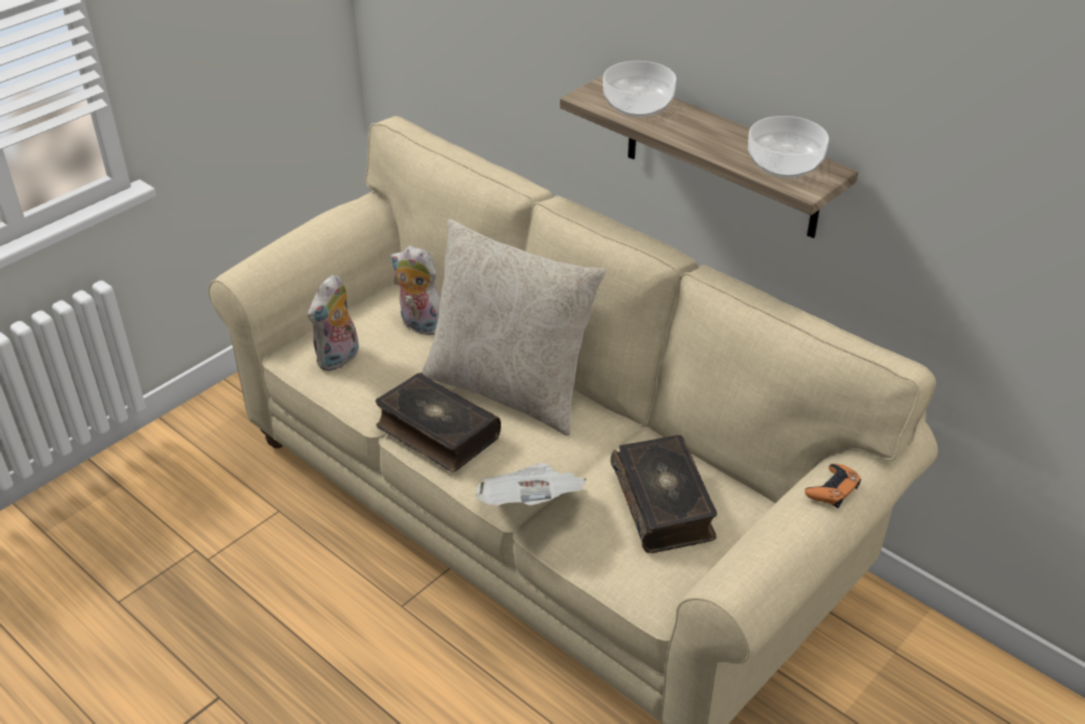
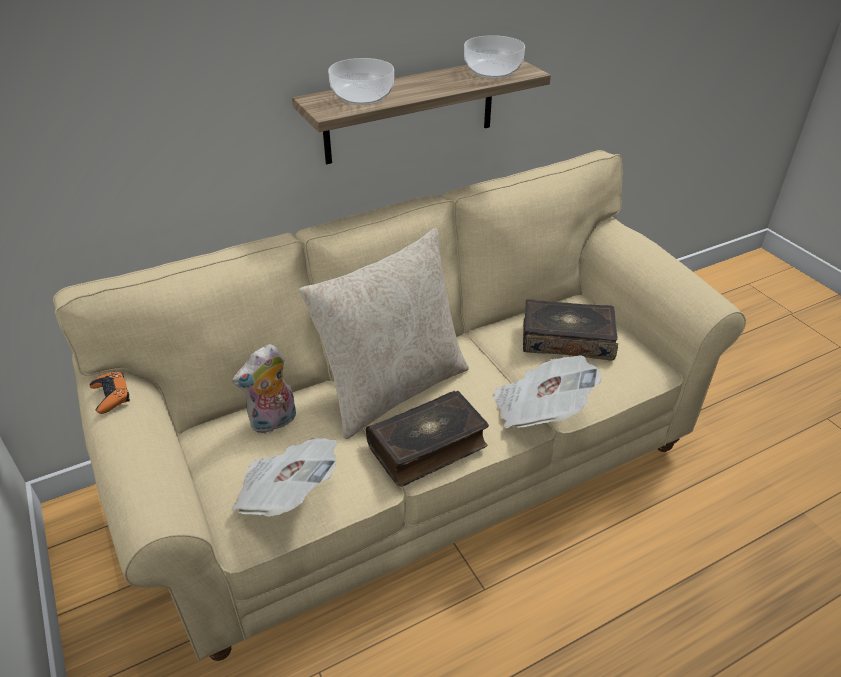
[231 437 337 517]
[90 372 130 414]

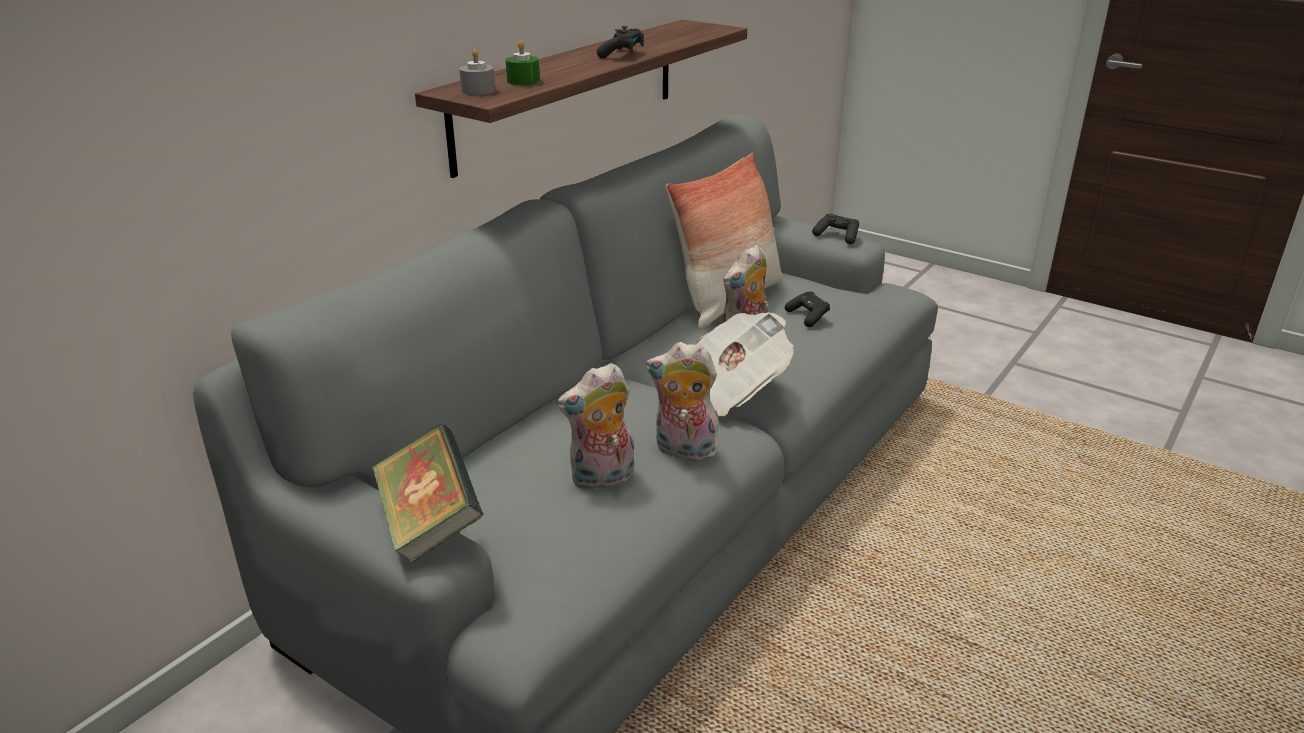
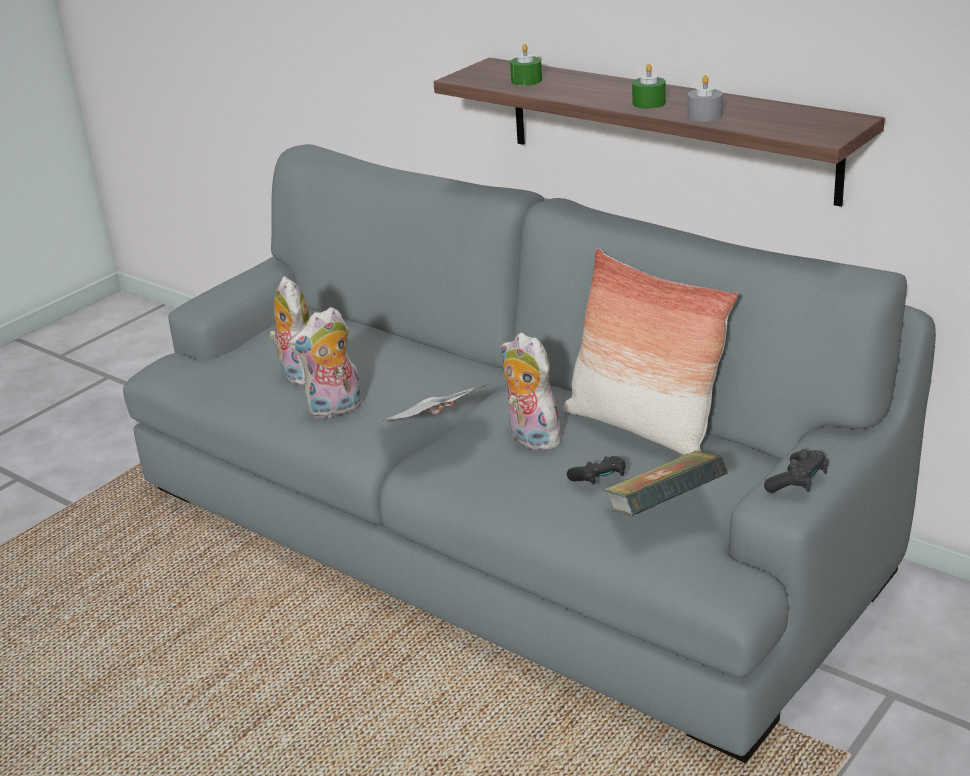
[603 451 728 516]
[688 75 723 122]
[632 64 666 109]
[288 307 362 418]

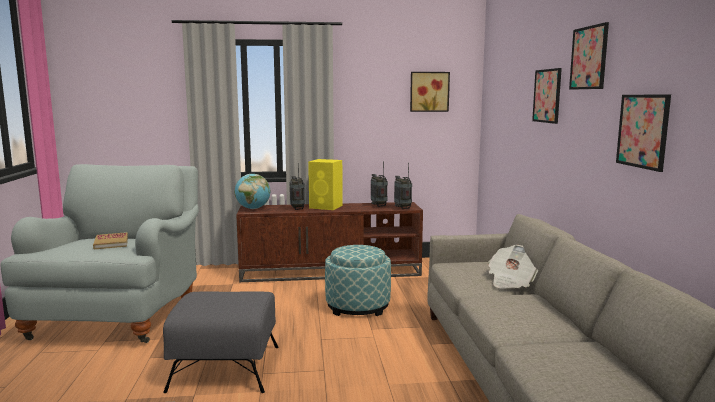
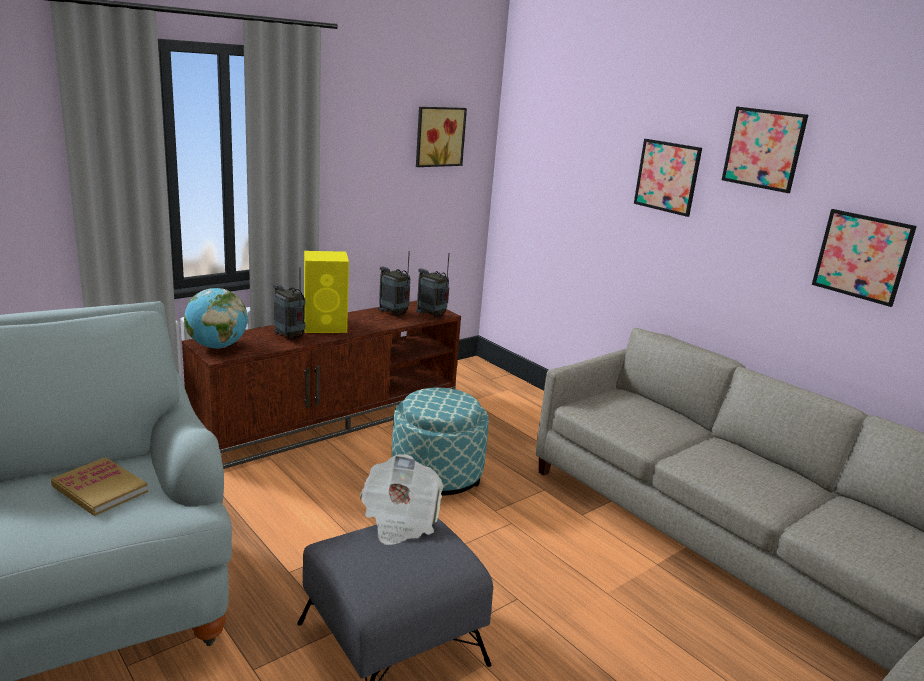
[360 454 443 545]

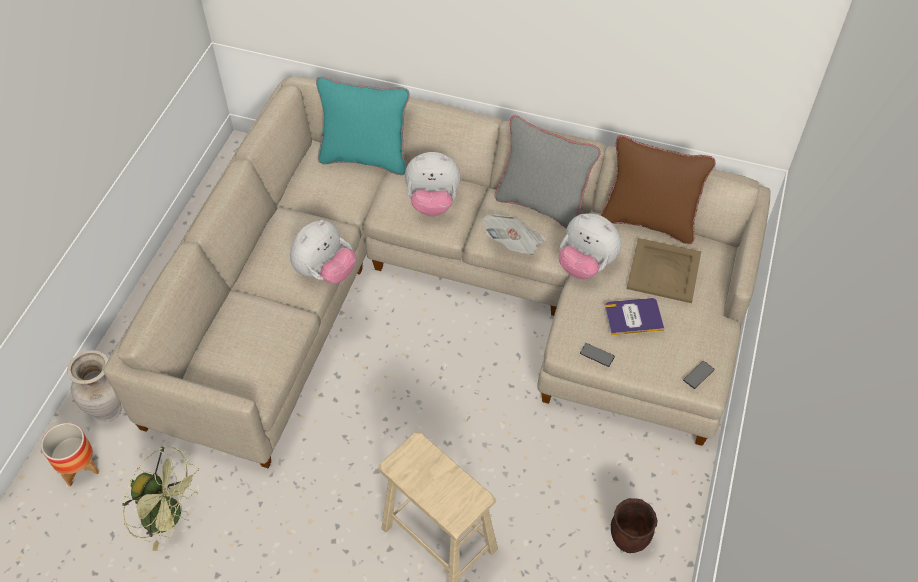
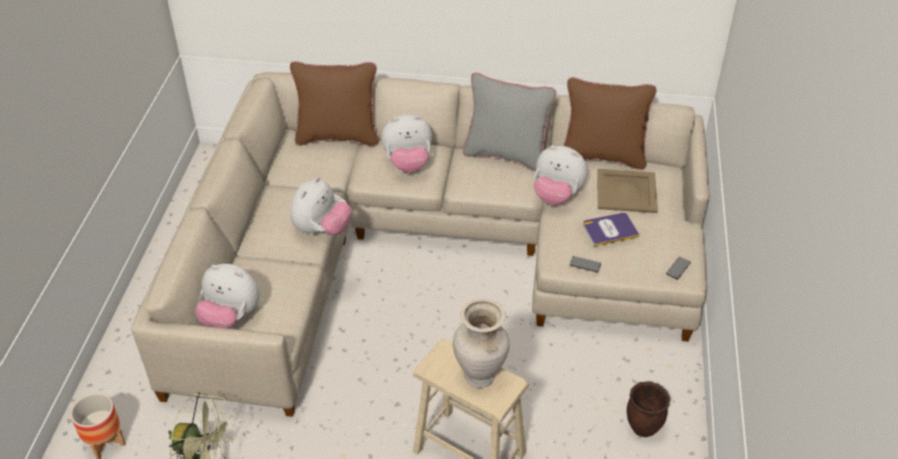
[453 299 510 388]
[290 61 379 146]
[482 214 547 255] (first image)
[195 264 260 328]

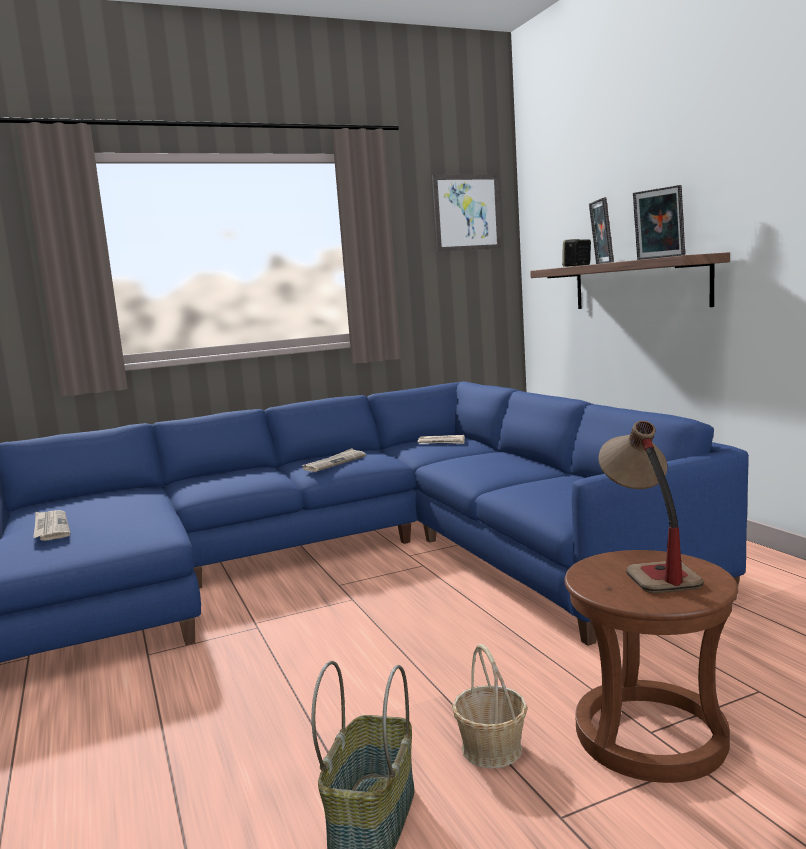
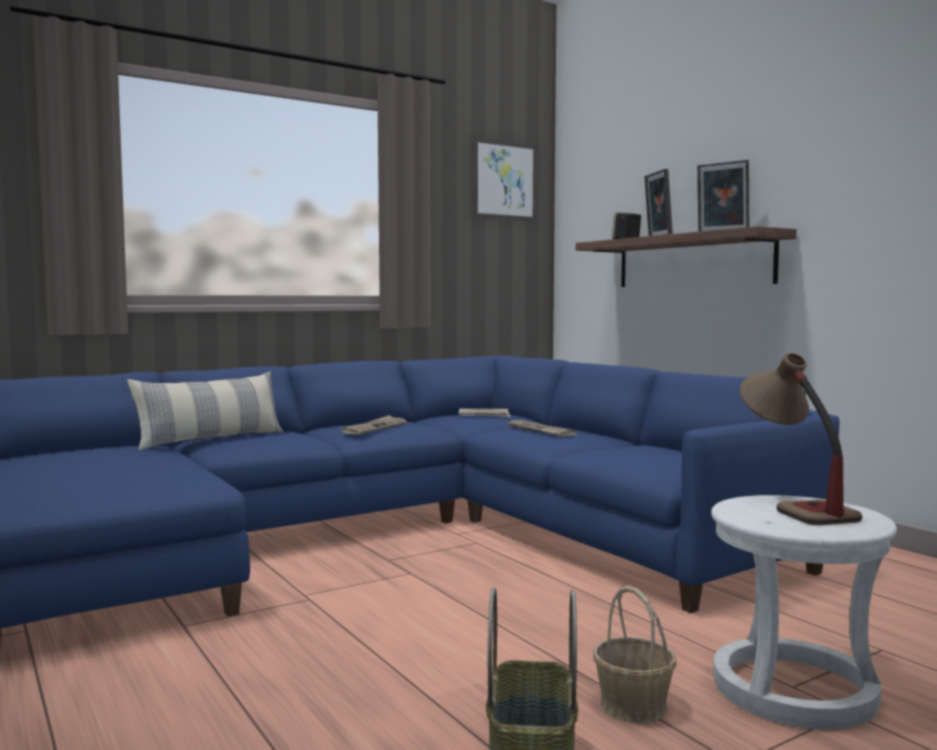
[505 419 577 436]
[711 495 897 730]
[127 372 283 451]

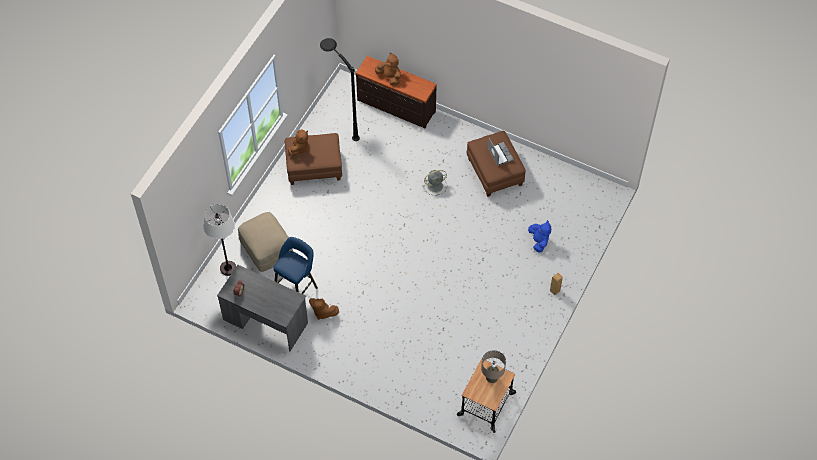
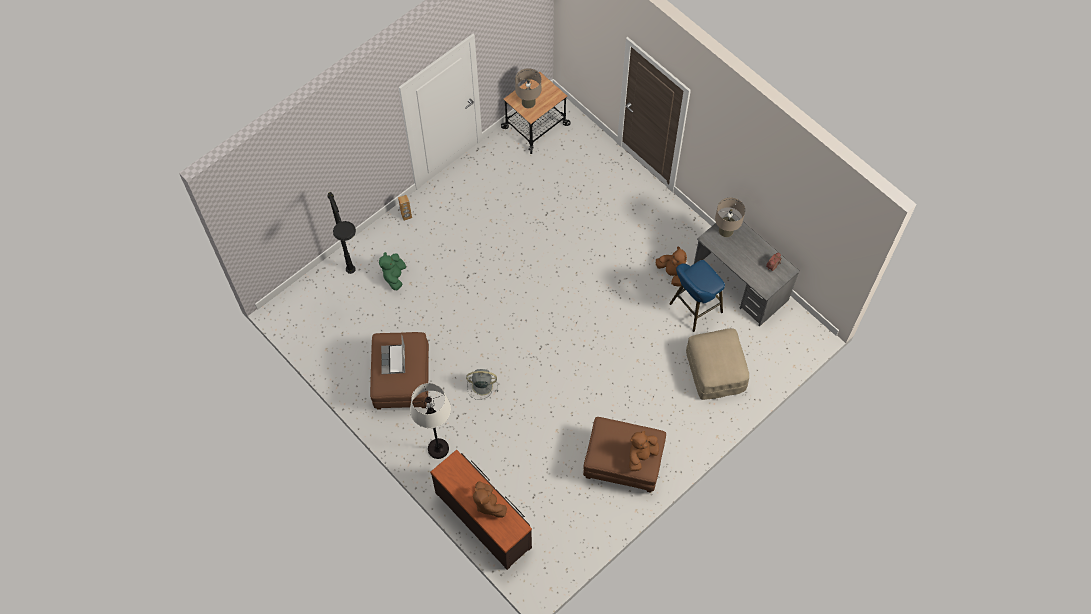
[410 383 451 459]
[328 192 356 274]
[379 252 406 290]
[715 198 745 237]

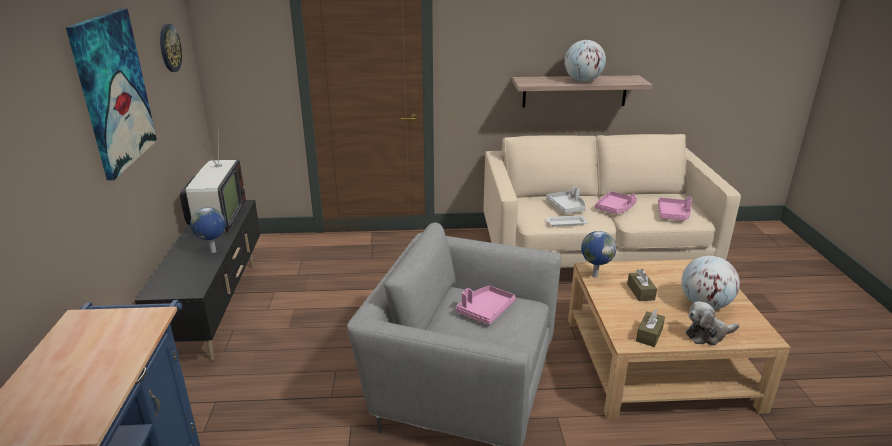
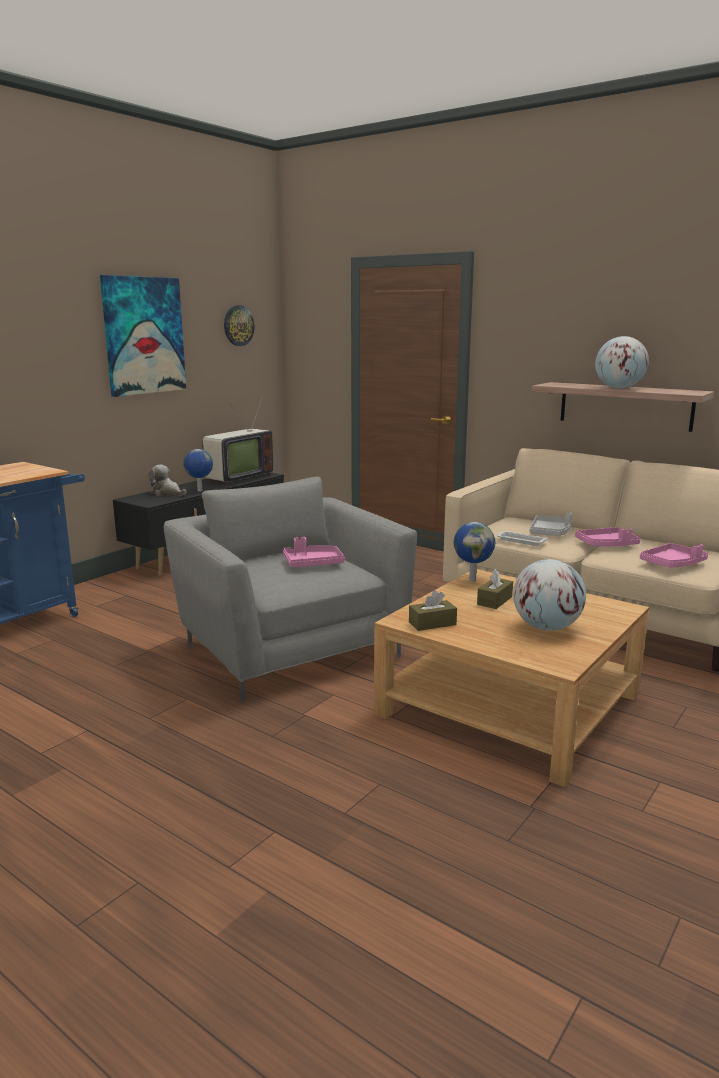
[148 465 187 496]

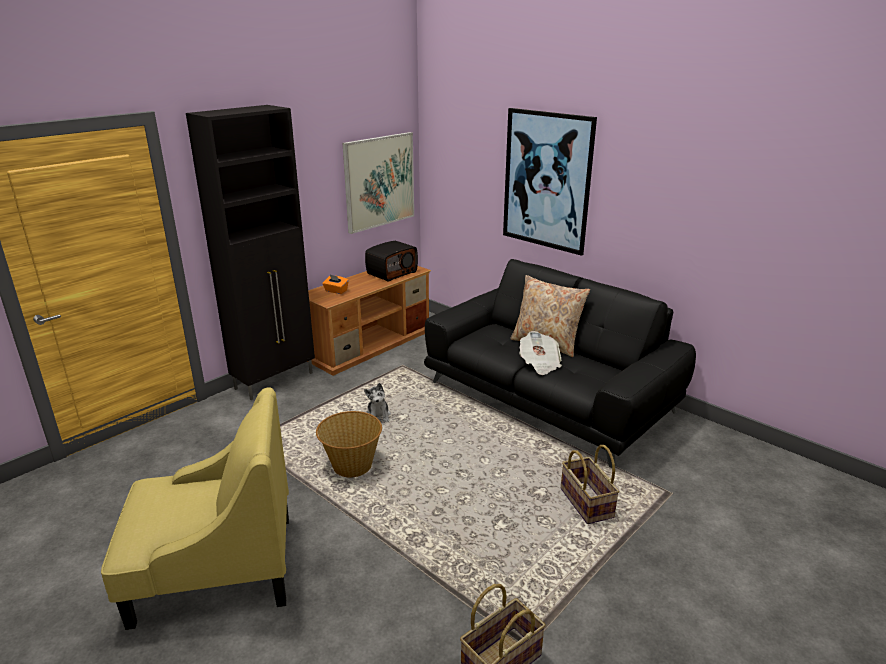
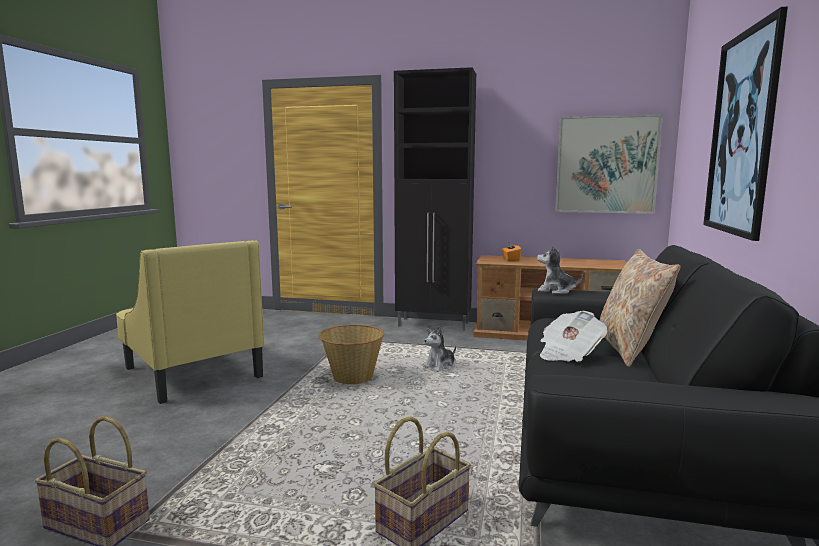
[365 241 418 282] (first image)
[537 245 583 294]

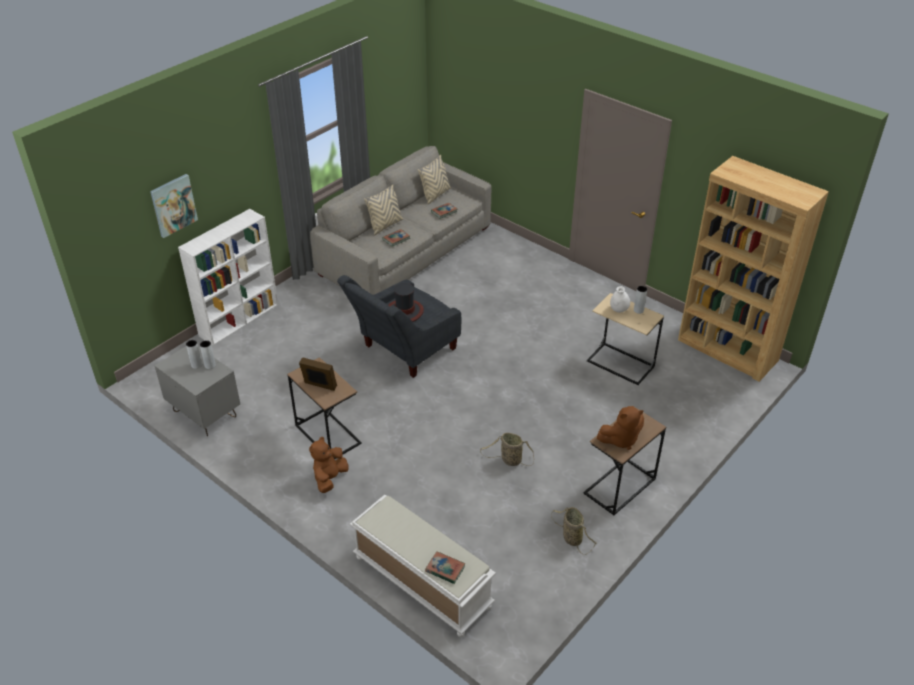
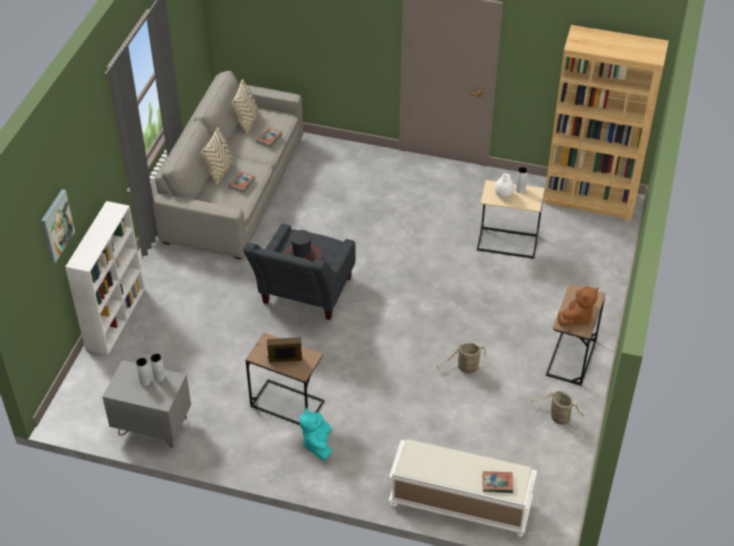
[300 408 332 460]

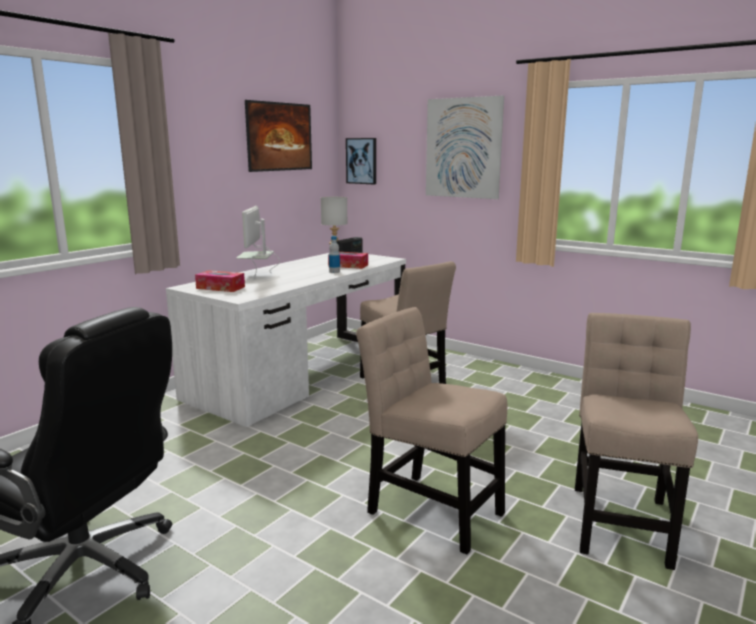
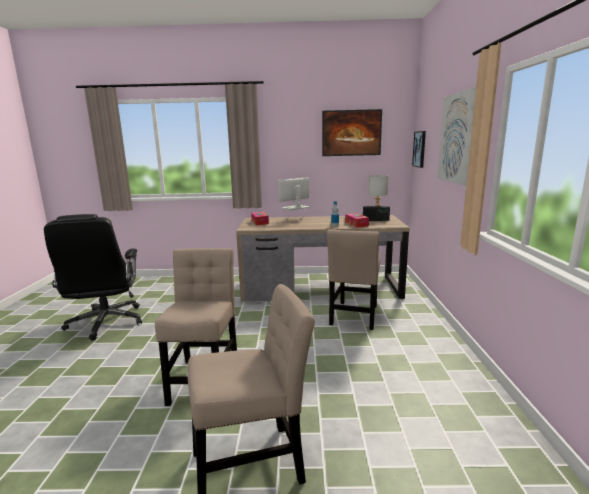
[236 215 410 302]

